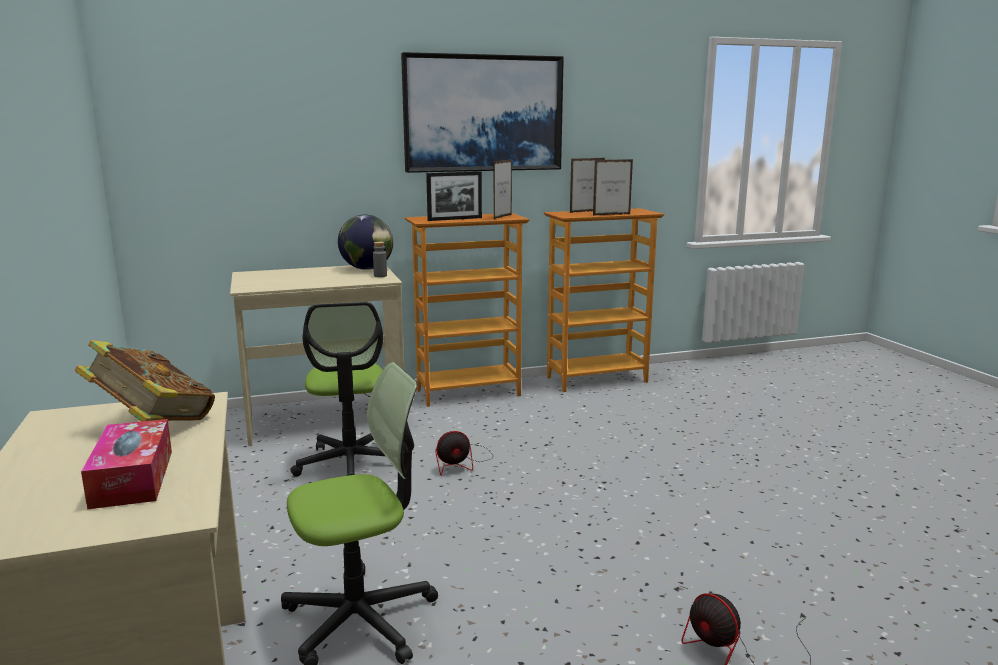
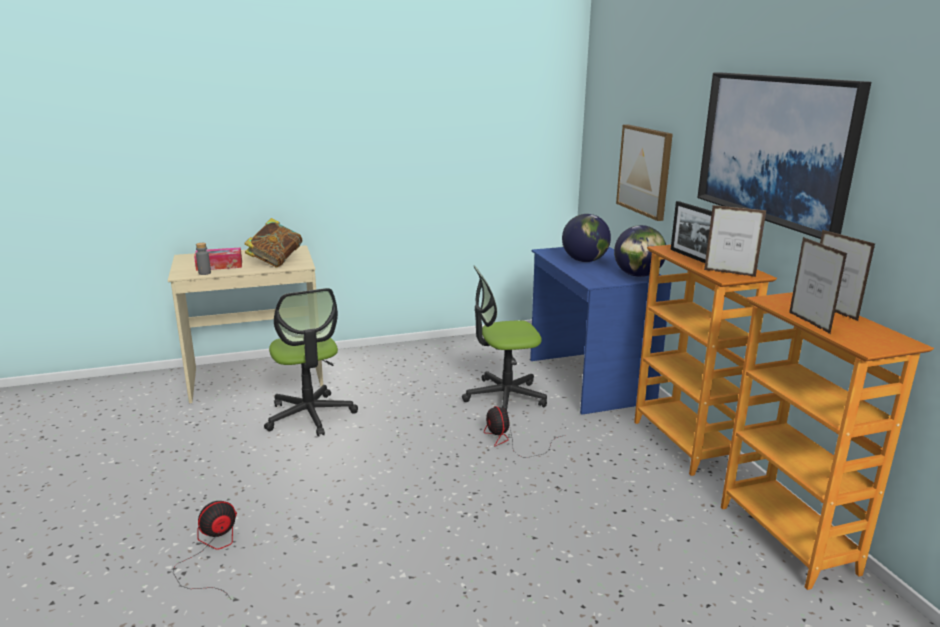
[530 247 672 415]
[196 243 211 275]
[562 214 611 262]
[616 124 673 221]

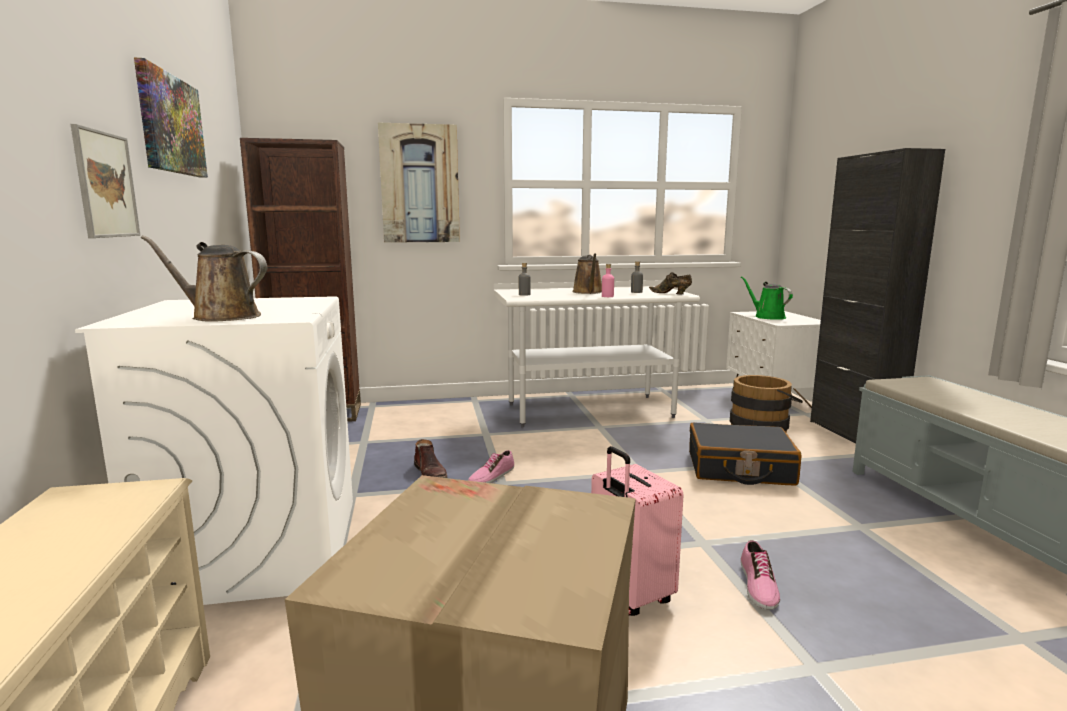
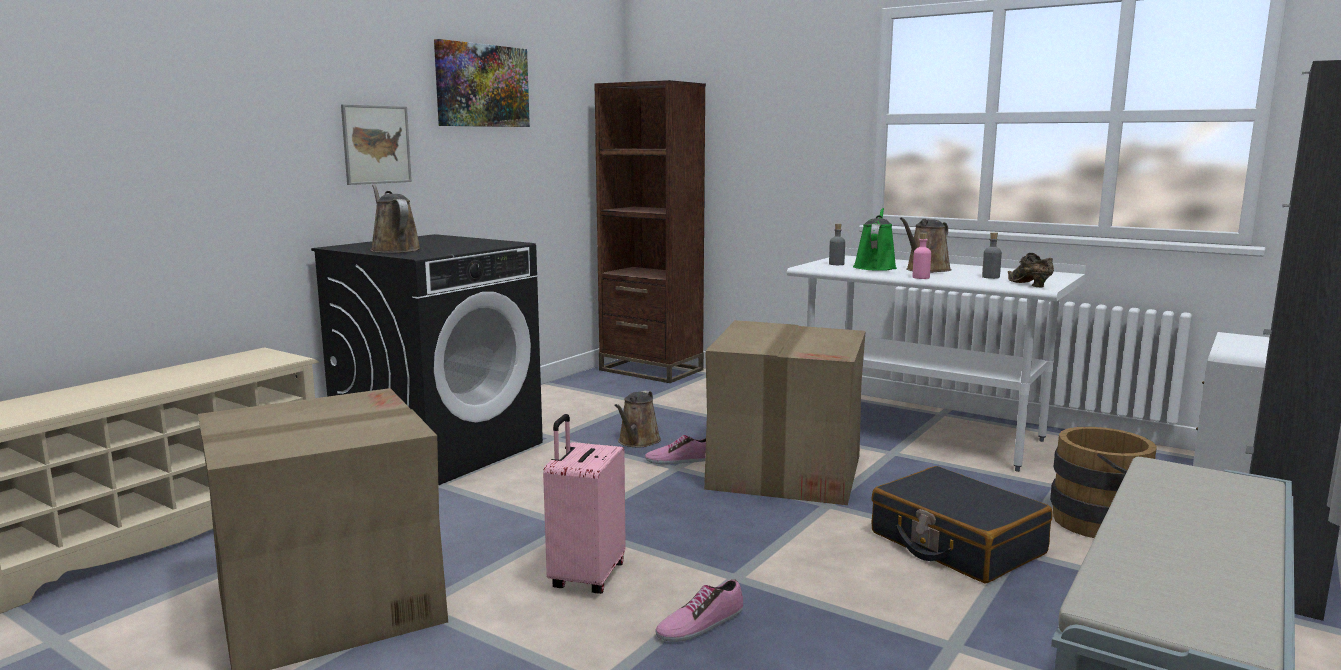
[311 234 543 486]
[378 123 460 243] (first image)
[614 391 661 447]
[853 208 897 271]
[704 320 866 505]

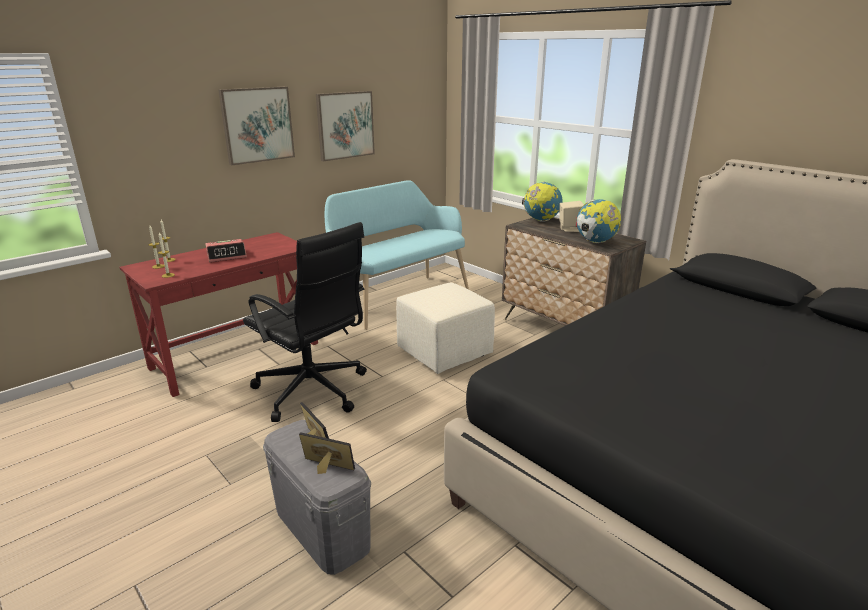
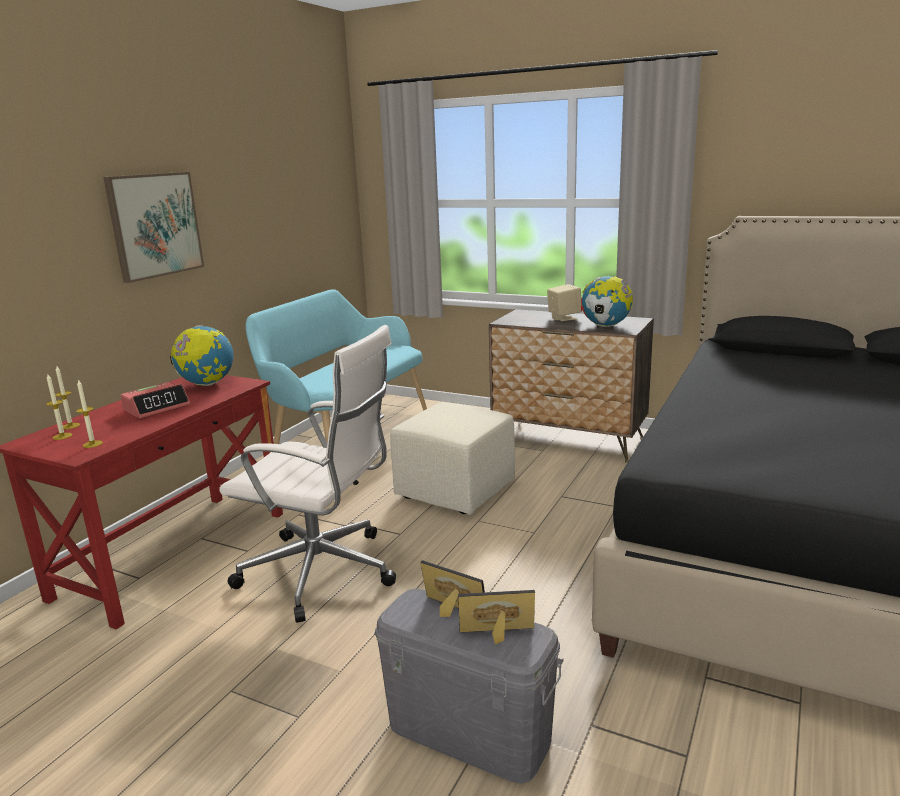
[219 325 396 623]
[316 91 375 161] (first image)
[170 325 234 386]

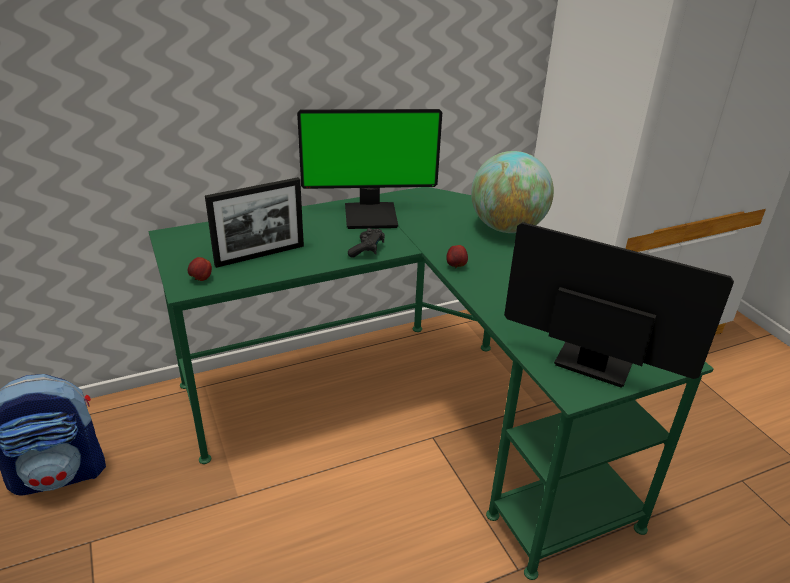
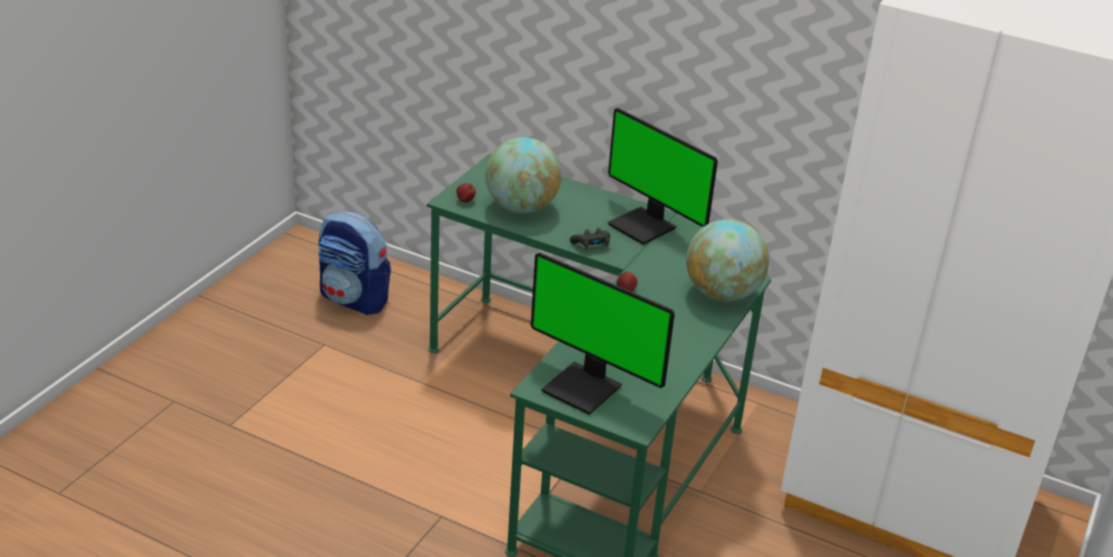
[486 137 561 213]
[531 252 675 415]

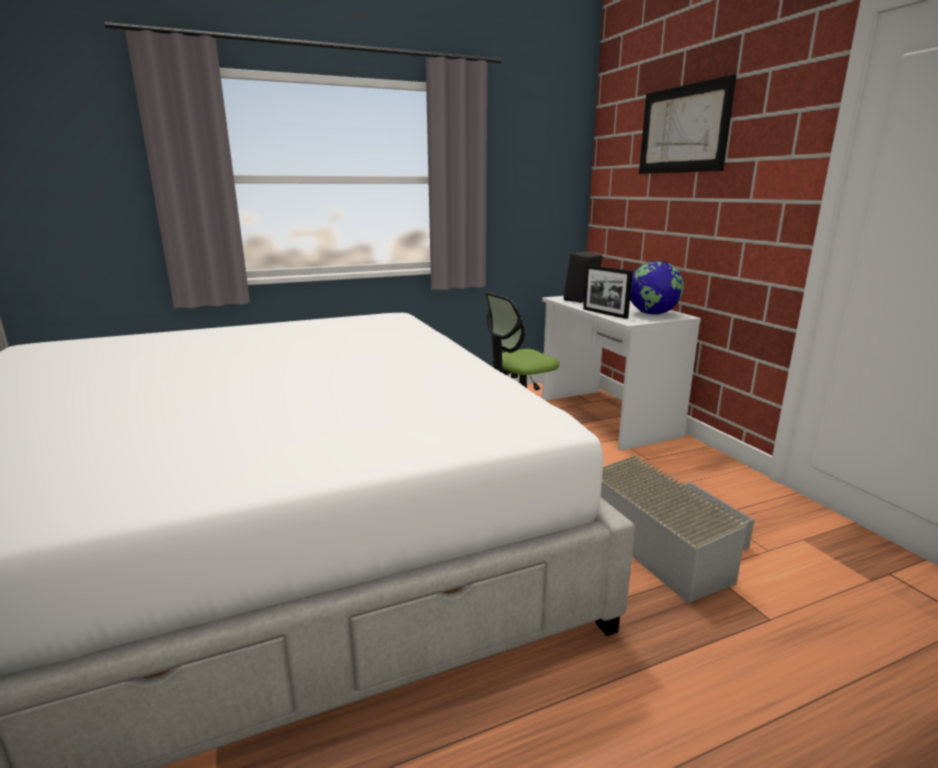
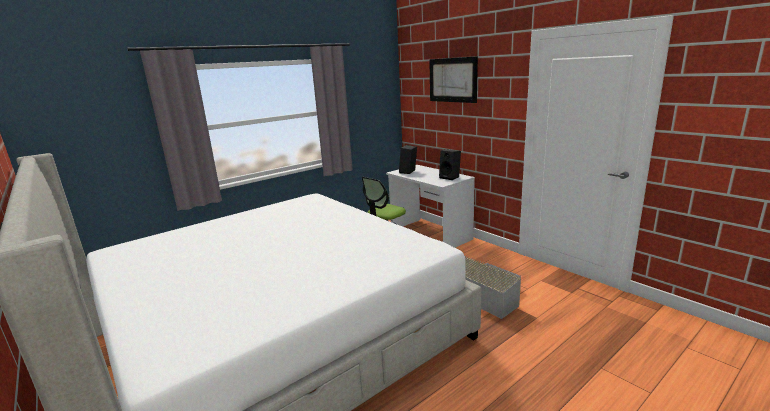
[583 265 633 319] (first image)
[439 150 461 180]

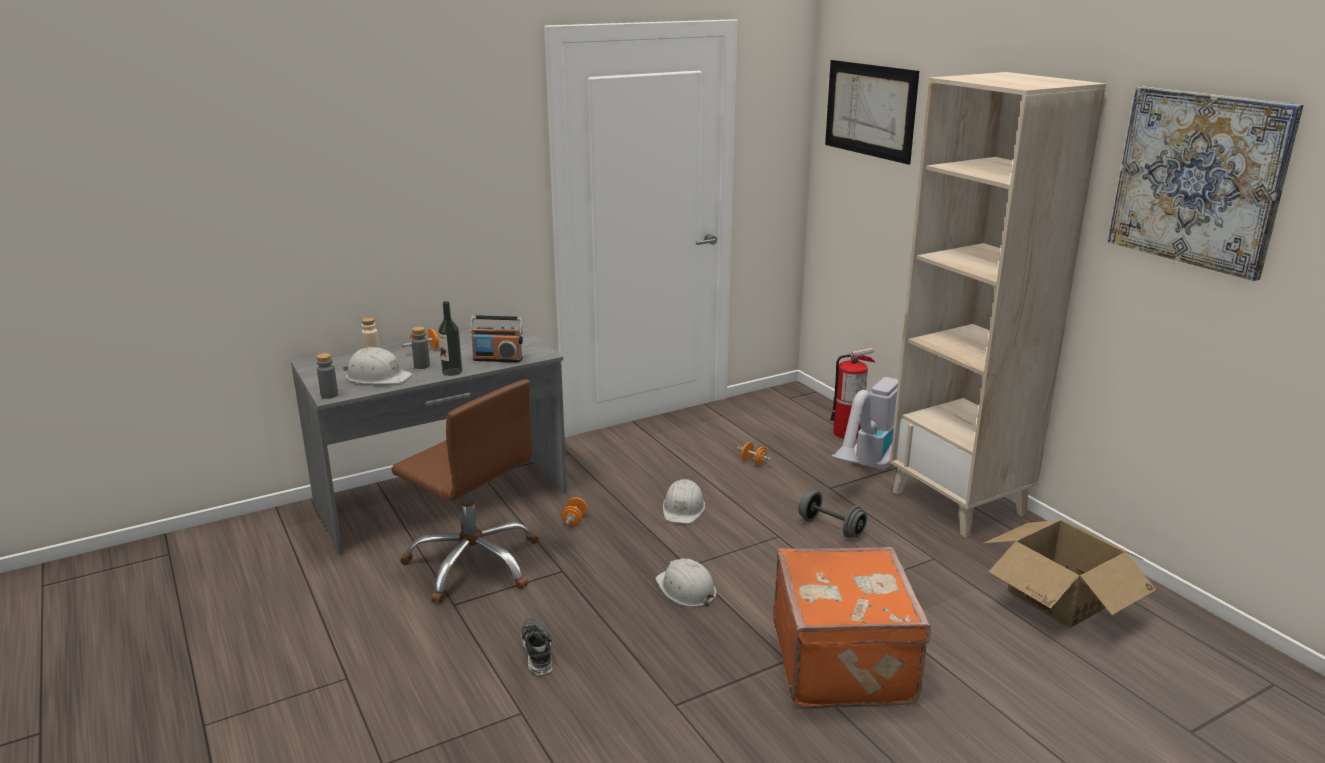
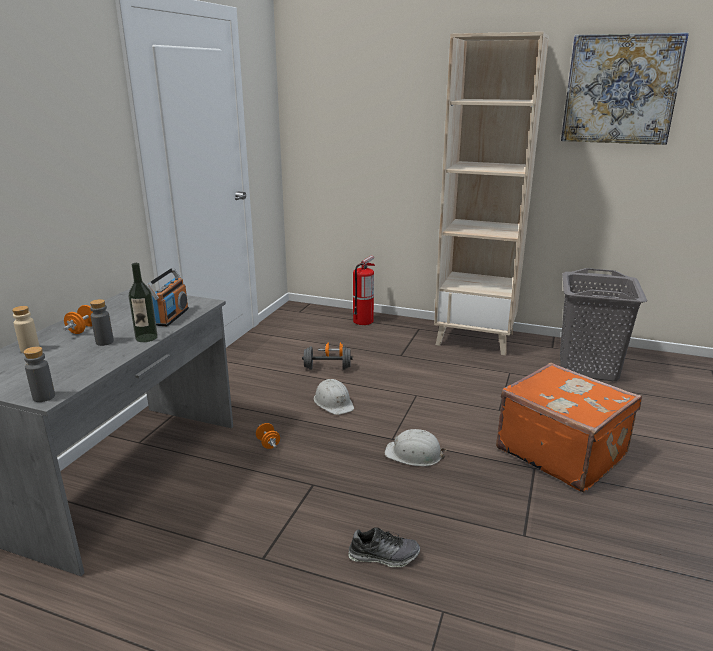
[343 347 412 384] (first image)
[391 379 539 603] (first image)
[146 268 189 326]
[348 527 420 567]
[302 346 353 370]
[825 60 919 165] (first image)
[832 377 898 471] (first image)
[560 268 647 381]

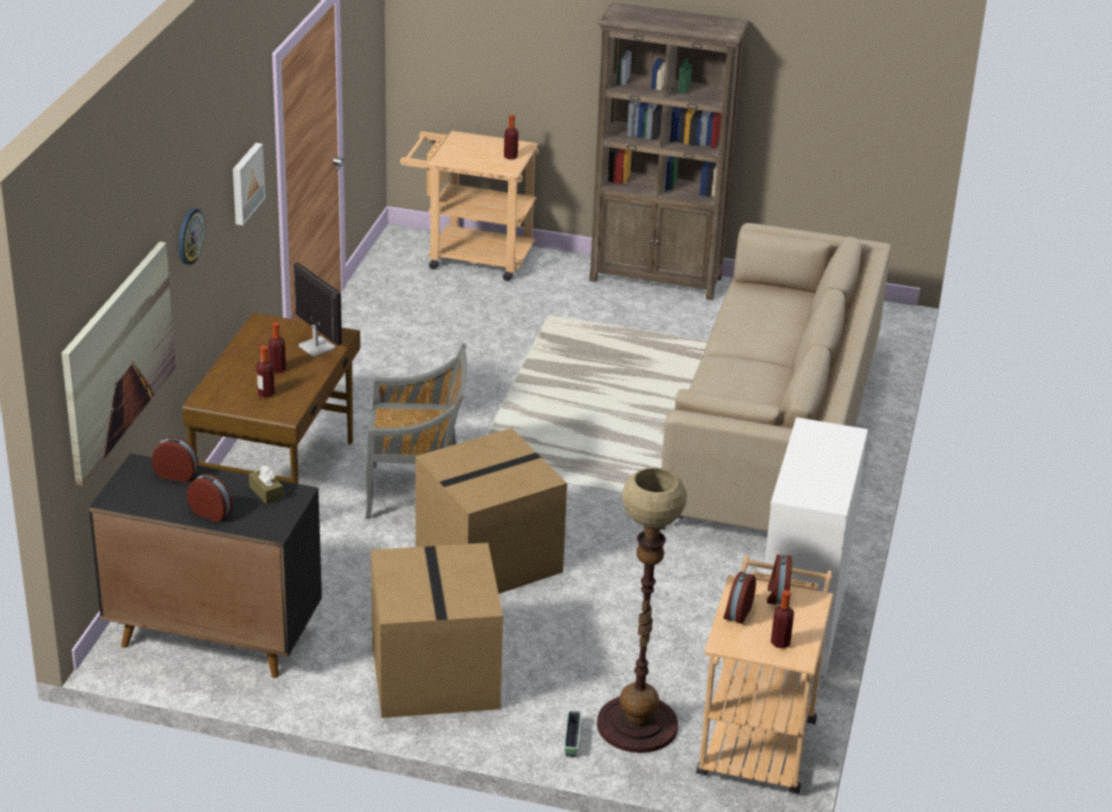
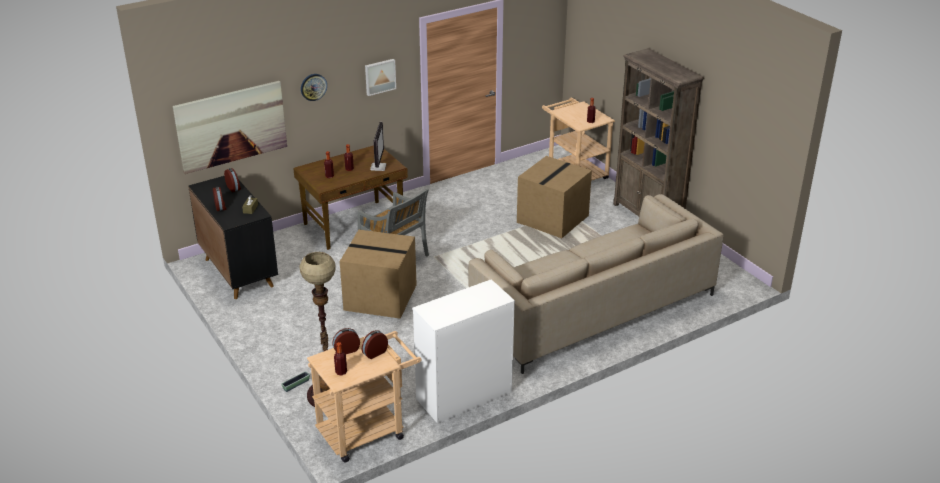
[517 156 592 238]

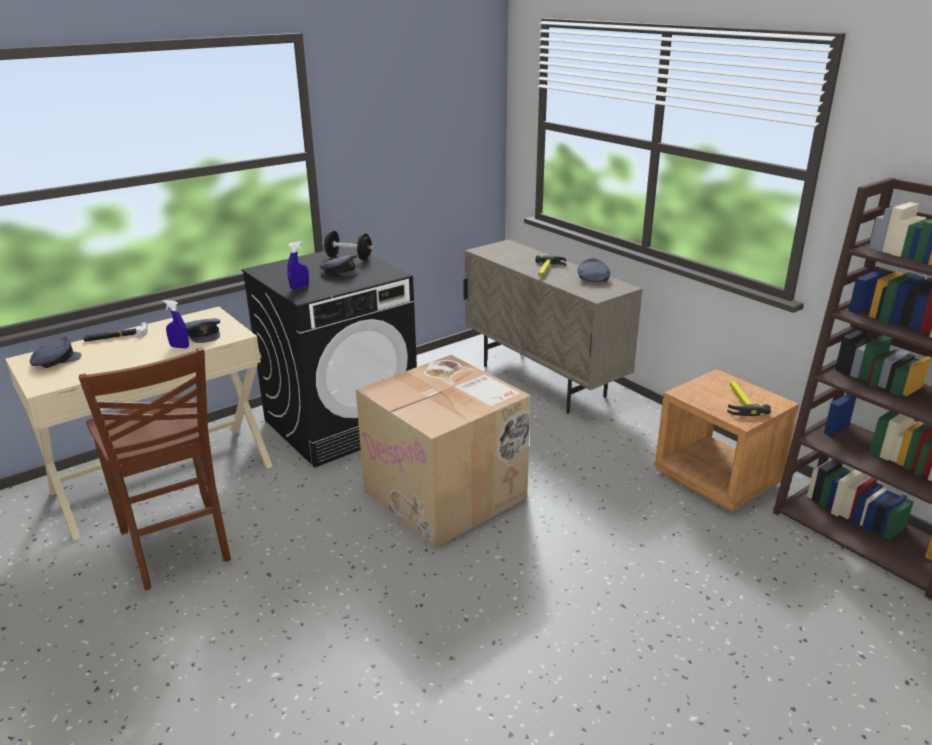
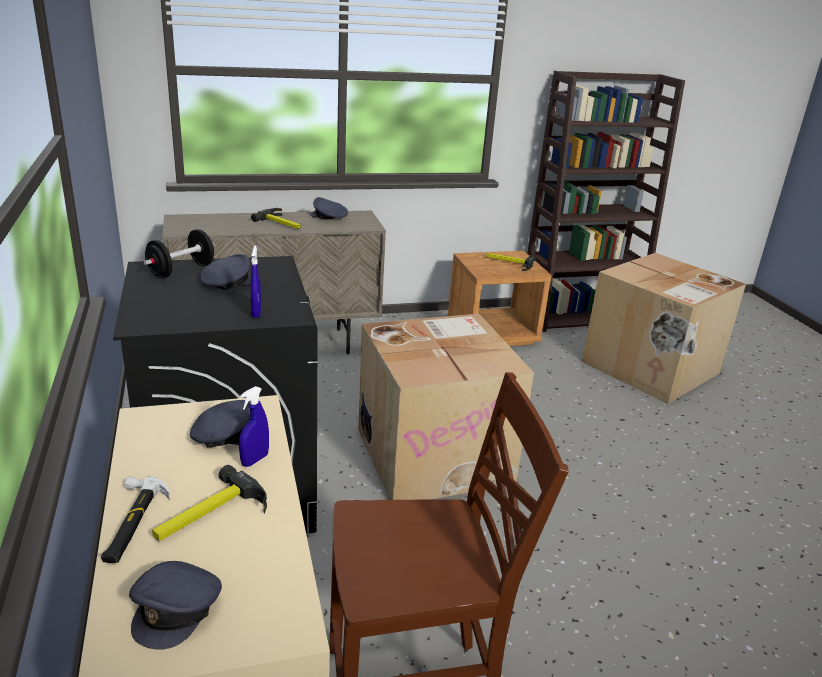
[129 561 222 650]
[152 465 267 541]
[582 253 746 404]

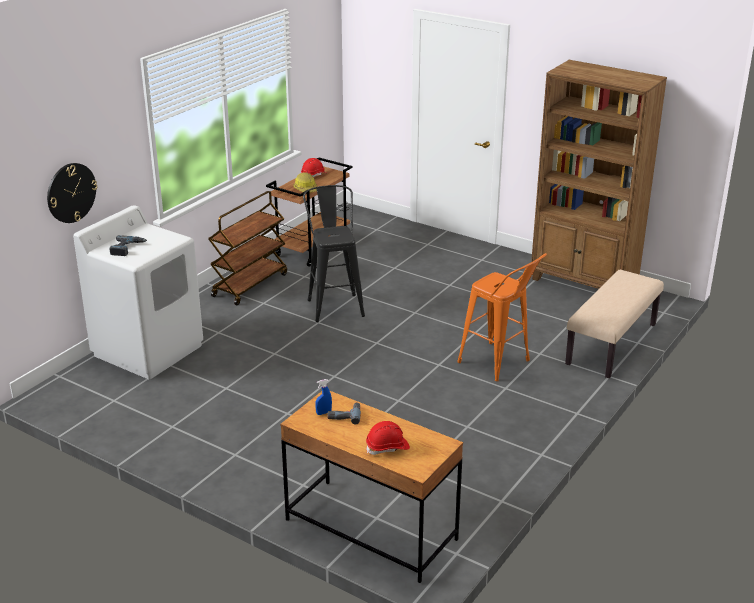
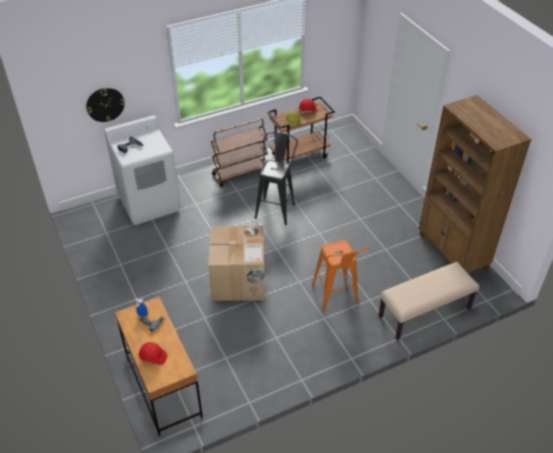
[208 225 265 301]

